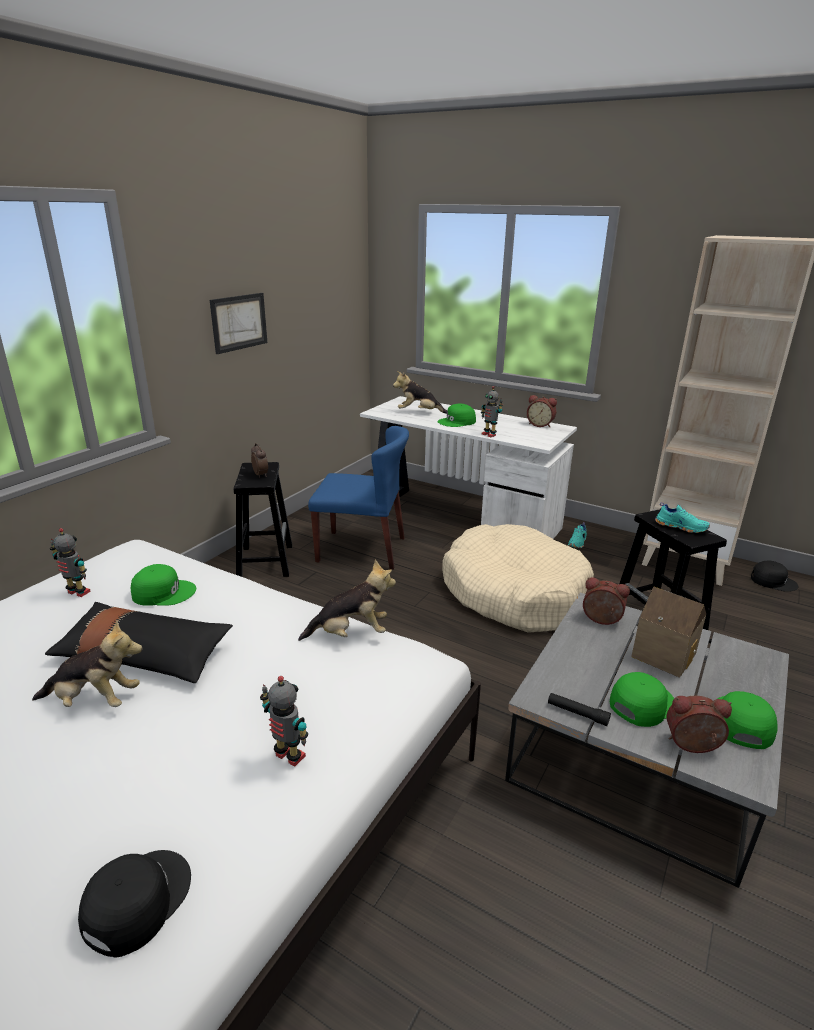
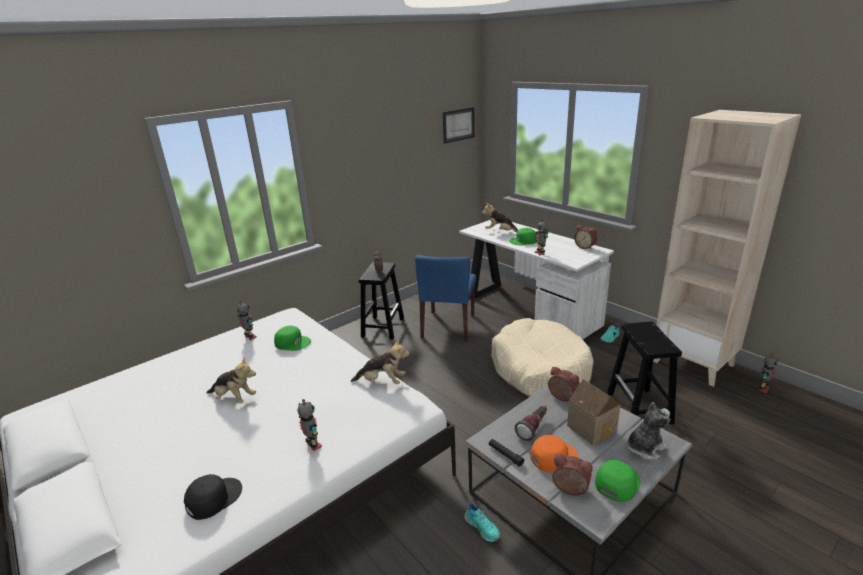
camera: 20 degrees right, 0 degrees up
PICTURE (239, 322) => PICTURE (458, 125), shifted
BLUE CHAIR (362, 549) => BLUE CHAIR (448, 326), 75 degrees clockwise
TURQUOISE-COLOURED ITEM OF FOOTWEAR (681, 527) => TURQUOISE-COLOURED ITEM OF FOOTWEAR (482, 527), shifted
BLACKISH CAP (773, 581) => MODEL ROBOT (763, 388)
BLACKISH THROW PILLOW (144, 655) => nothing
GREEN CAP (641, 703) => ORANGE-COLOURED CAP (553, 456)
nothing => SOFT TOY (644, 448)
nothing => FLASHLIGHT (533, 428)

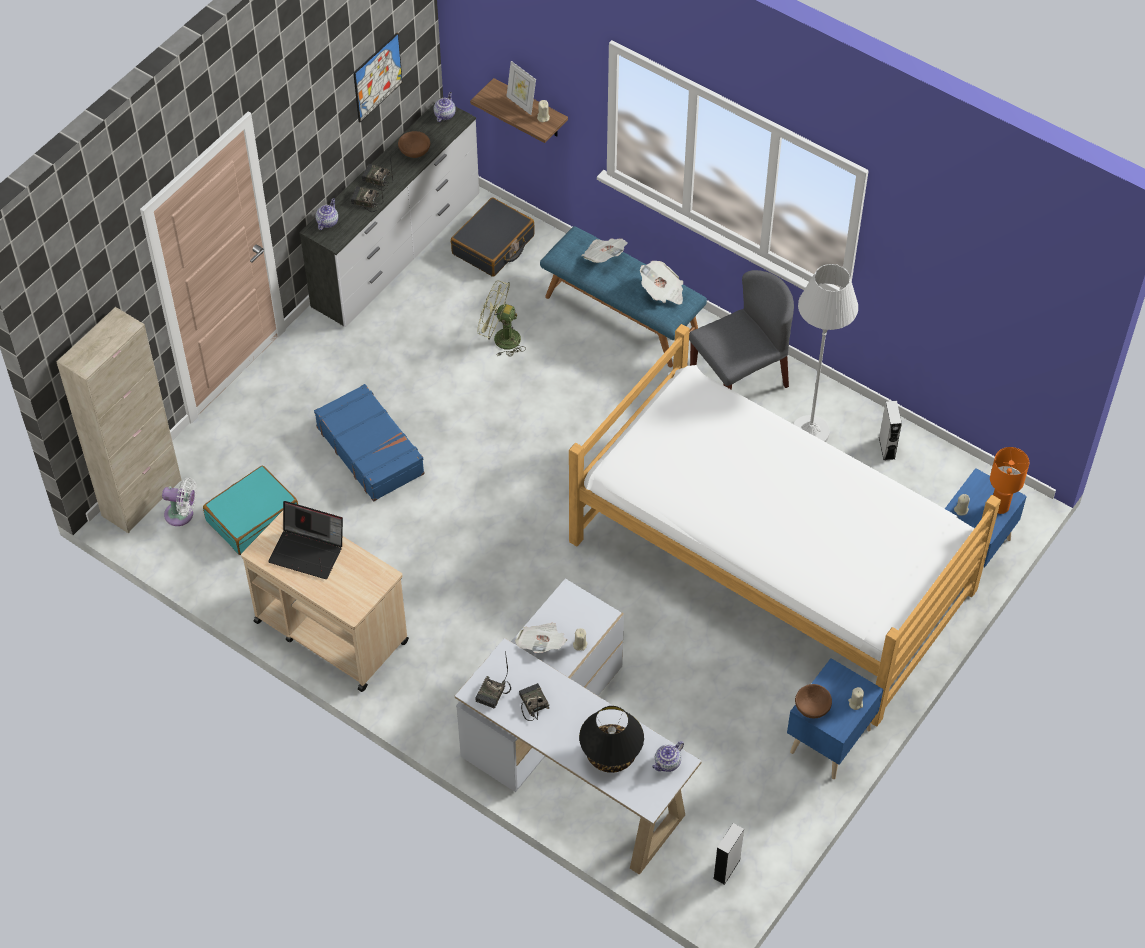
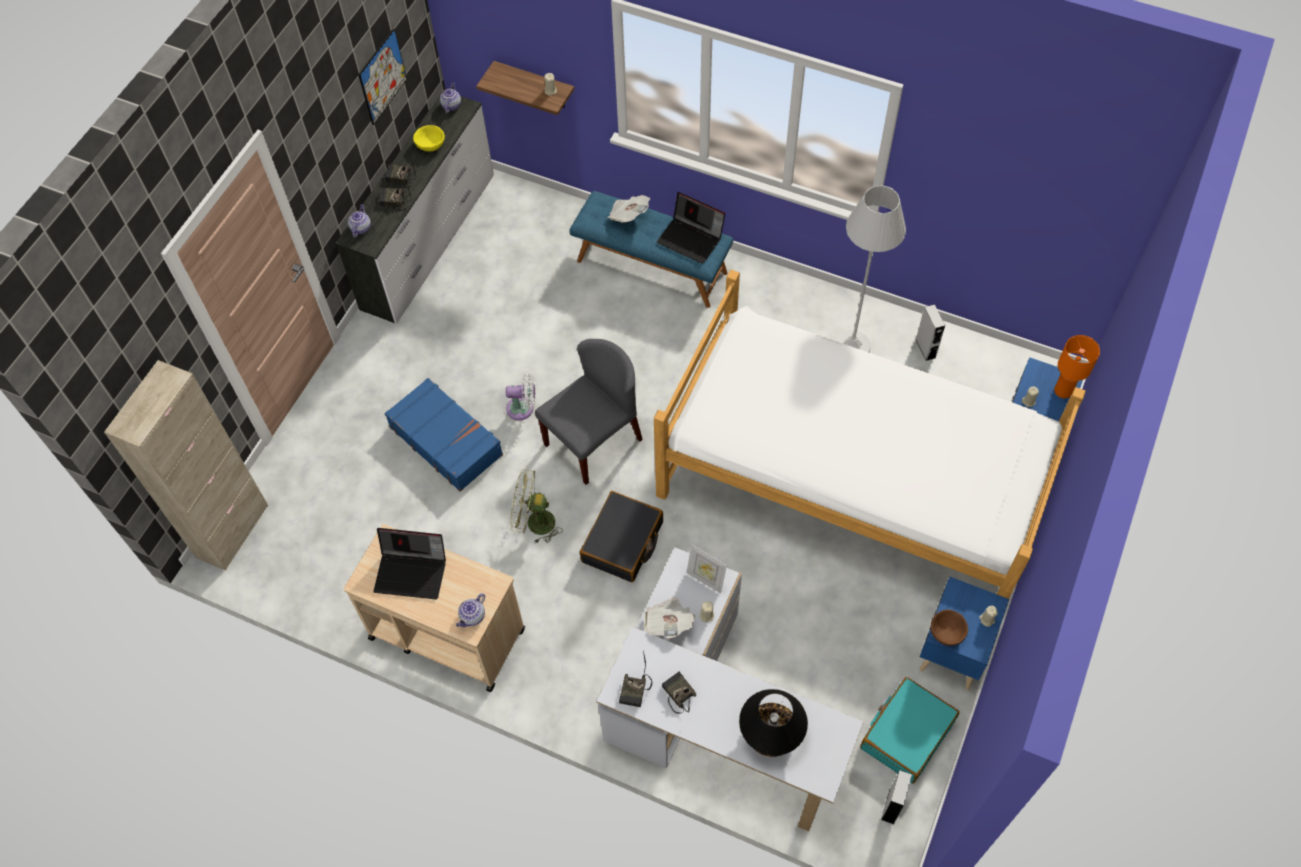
camera: 10 degrees left, 5 degrees up
PHOTO FRAME (521, 103) => PHOTO FRAME (705, 579), shifted
BROWN-COLOURED BOWL (415, 152) => YELLOW-COLOURED BOWL (431, 145)
BLACKISH TRAVEL CASE (493, 245) => BLACKISH TRAVEL CASE (623, 542), shifted
PRINTED PAPER (662, 292) => NOTEBOOK COMPUTER (691, 239)
GREYISH CHAIR (739, 380) => GREYISH CHAIR (593, 441), shifted
GREEN COOLING FAN (500, 339) => GREEN COOLING FAN (534, 523), shifted
TURQUOISE-COLOURED TRAVEL CASE (252, 517) => TURQUOISE-COLOURED TRAVEL CASE (906, 734), shifted
WHITE COOLING FAN (182, 515) => WHITE COOLING FAN (523, 408), shifted
POT FOR TEA (667, 763) => POT FOR TEA (472, 617), shifted

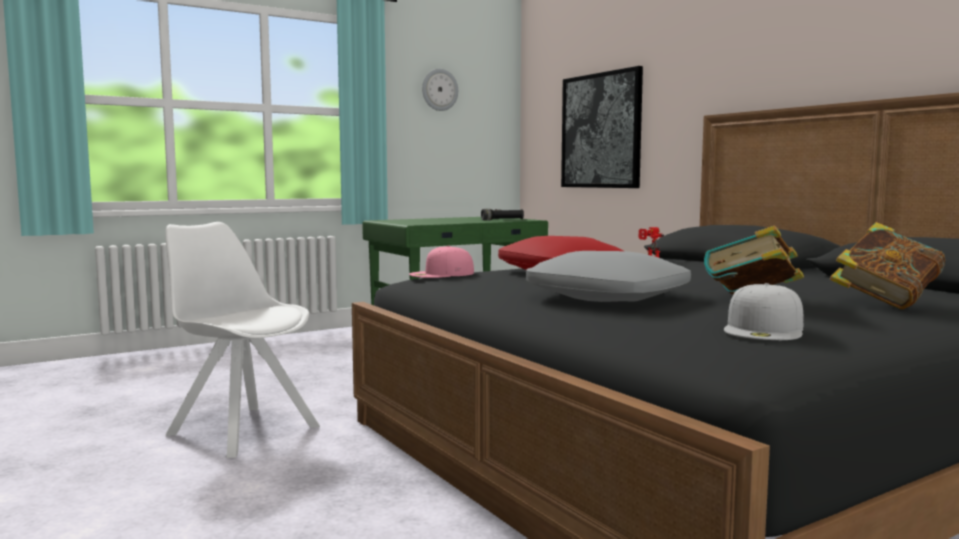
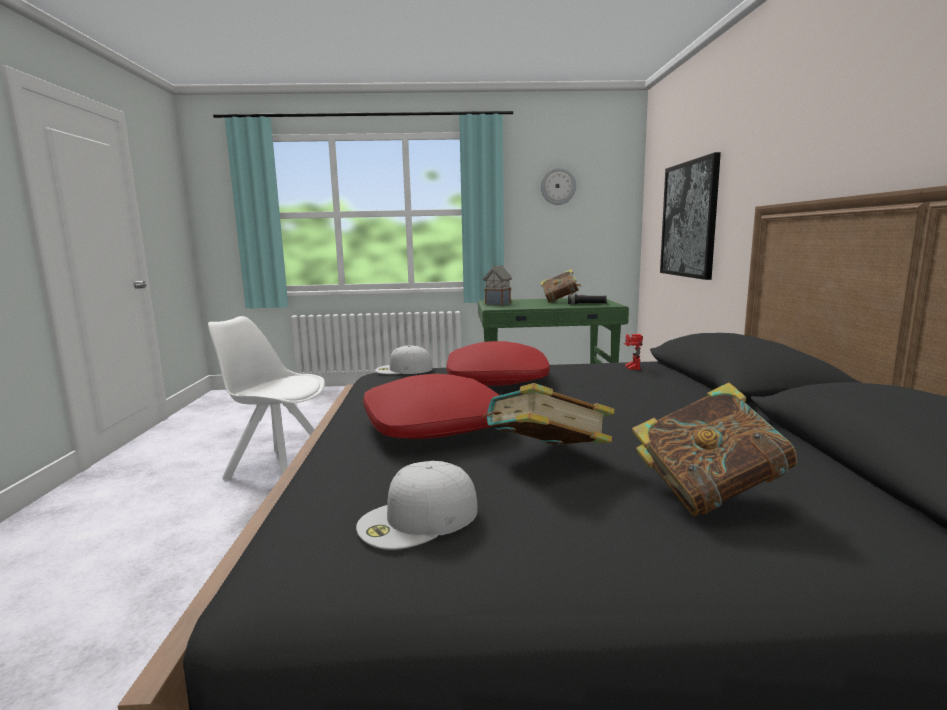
camera: 30 degrees right, 5 degrees up
WHITE CHAIR (241, 430) => WHITE CHAIR (279, 467), 45 degrees counterclockwise
PINK CAP (441, 274) => WHITE CAP (403, 369)
GREYISH THROW PILLOW (608, 296) => RED THROW PILLOW (435, 424)
nothing => MINIATURE HOUSE (497, 303)
nothing => BOUND BOOK (560, 301)

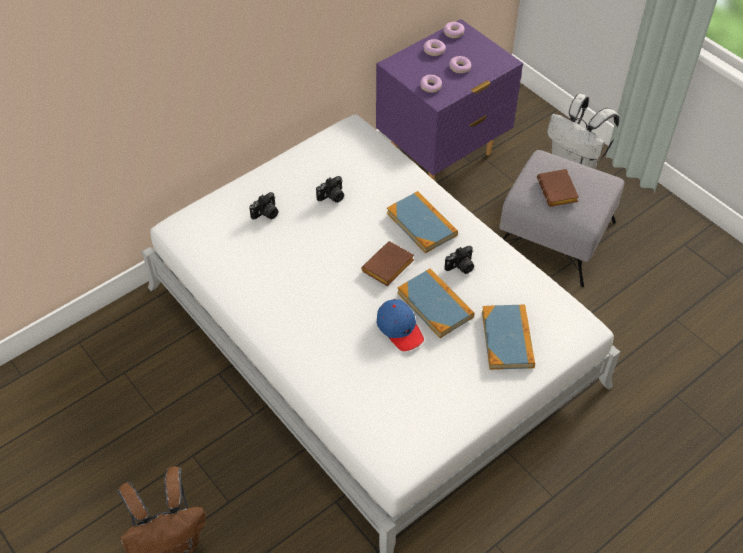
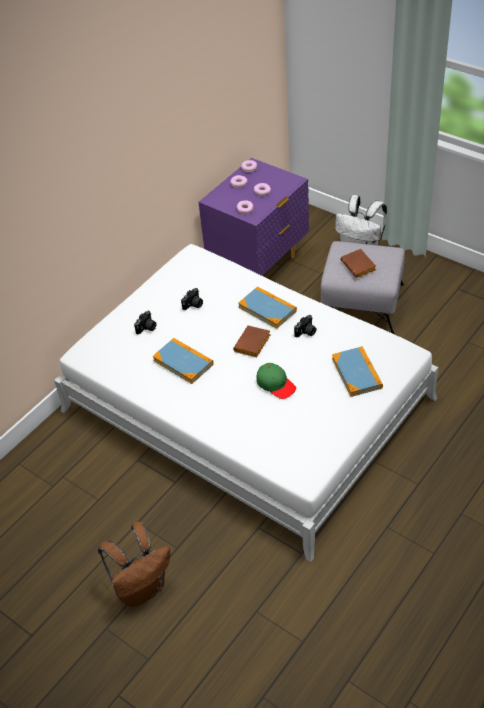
camera: 10 degrees left, 5 degrees down
BOUND BOOK (435, 305) => BOUND BOOK (183, 362), shifted
BLUE CAP (399, 328) => GREEN CAP (275, 384)

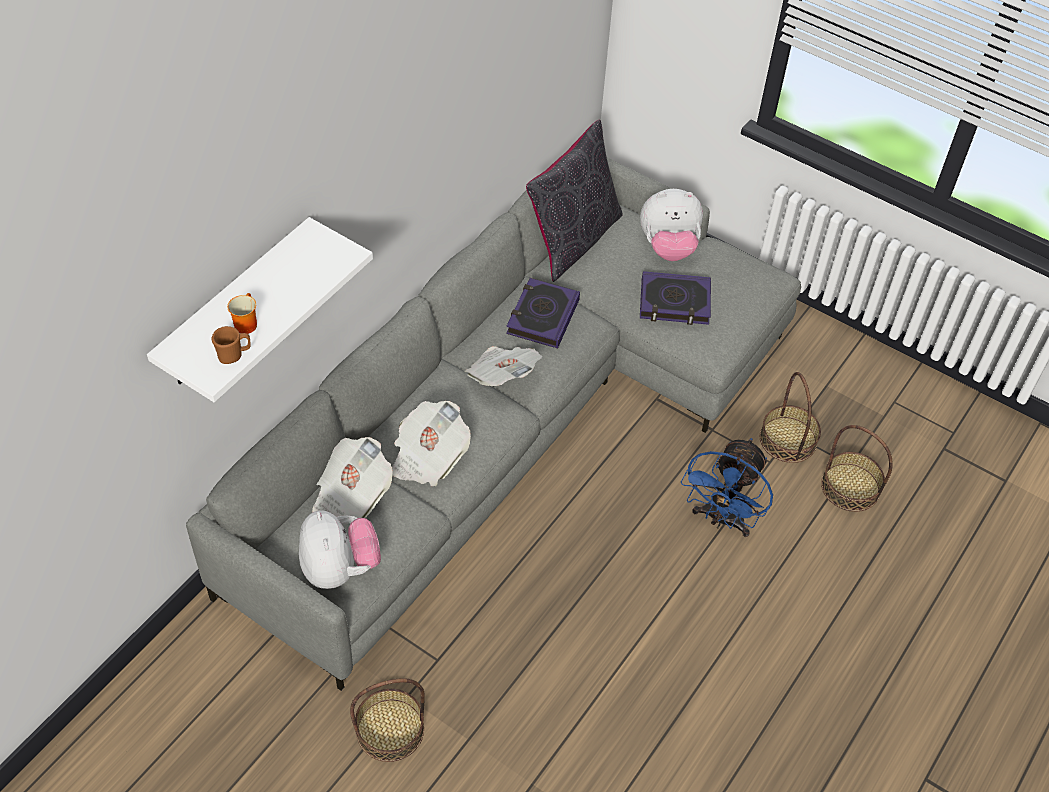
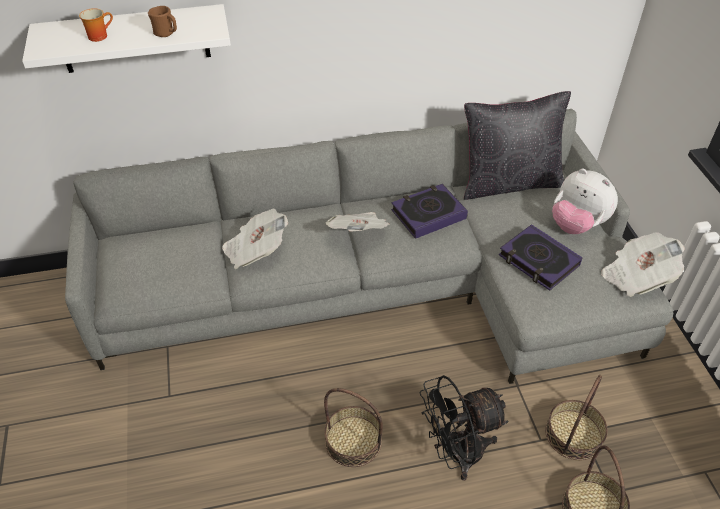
camera: 45 degrees right, 5 degrees down
BROWN-COLOURED MUG (234, 355) => BROWN-COLOURED MUG (166, 34), shifted
PRINTED PAPER (350, 495) => PRINTED PAPER (637, 276), shifted
BLUE COOLING FAN (721, 520) => BLACKISH COOLING FAN (456, 453)
SOFT TOY (340, 568) => nothing
HOUSEHOLD BASKET (390, 729) => HOUSEHOLD BASKET (353, 441), shifted

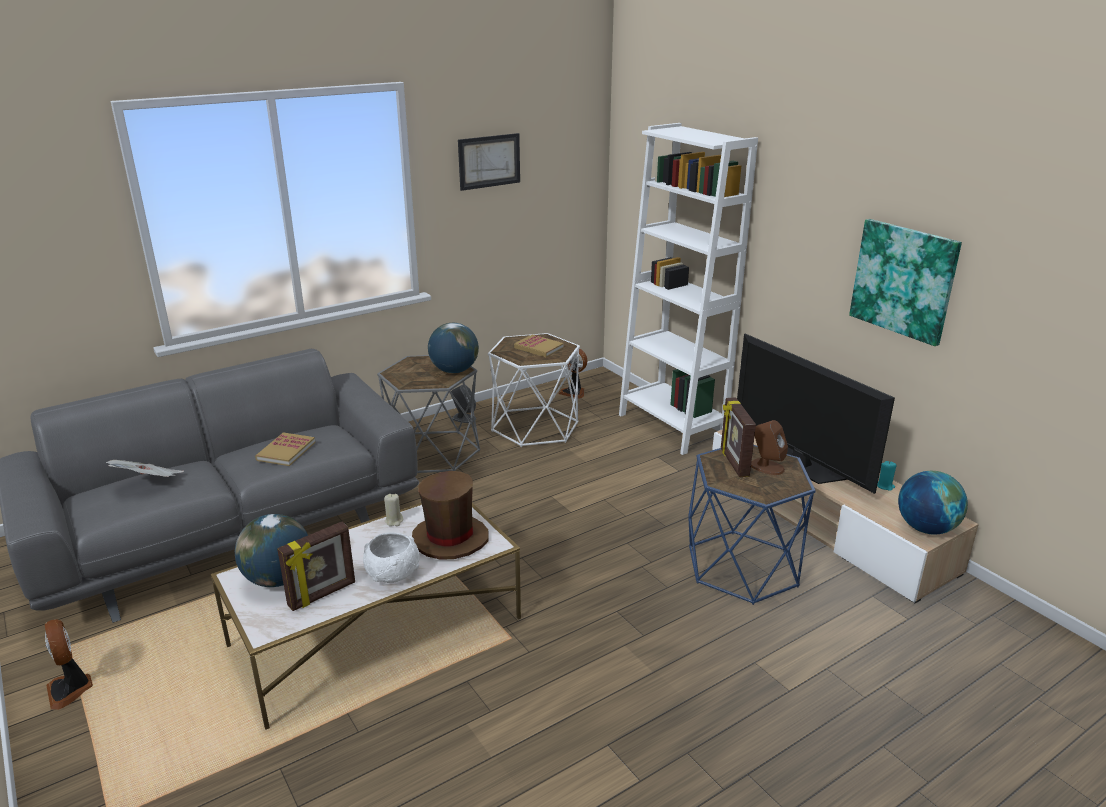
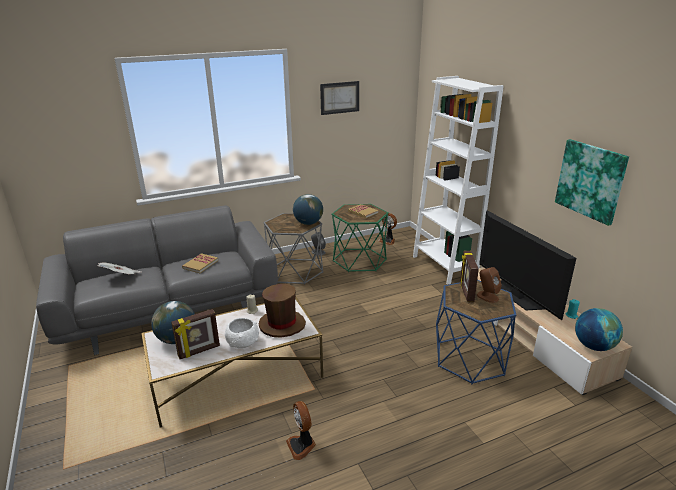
camera: 10 degrees right, 0 degrees up
WHITE ACCENT TABLE (535, 427) => GREEN ACCENT TABLE (359, 260)
COOLING FAN (71, 689) => COOLING FAN (302, 445), shifted

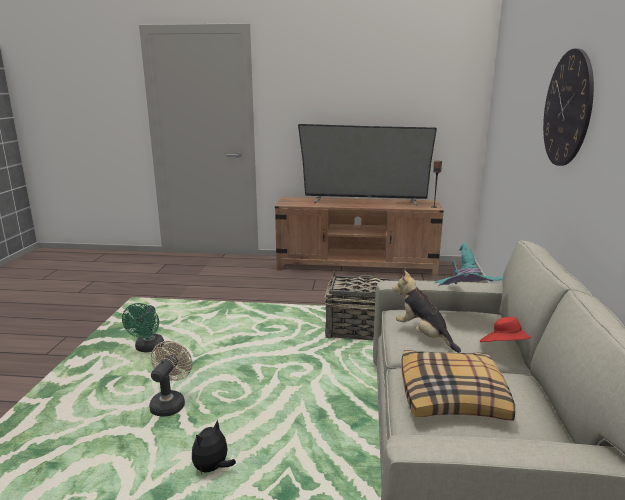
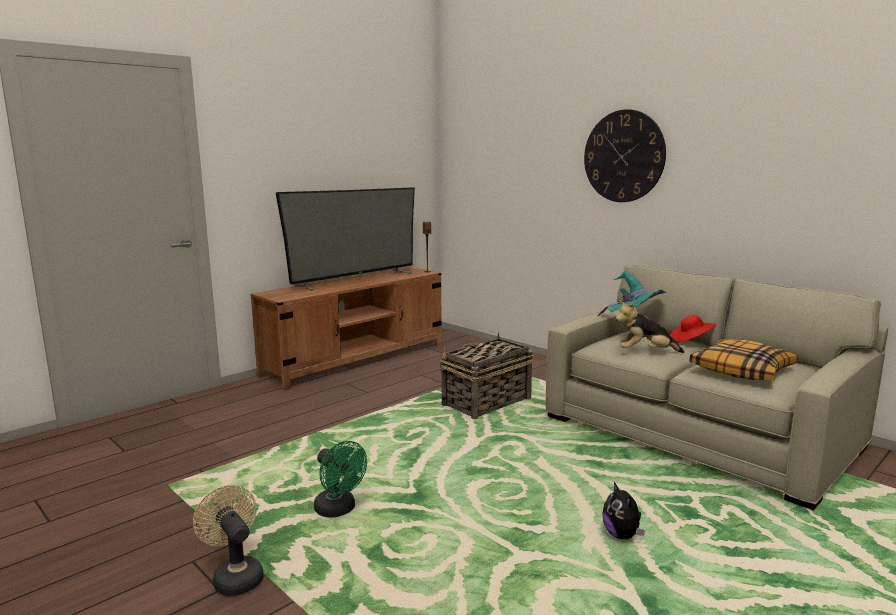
camera: 50 degrees left, 5 degrees down
SAND-COLOURED COOLING FAN (170, 403) => SAND-COLOURED COOLING FAN (235, 576), shifted

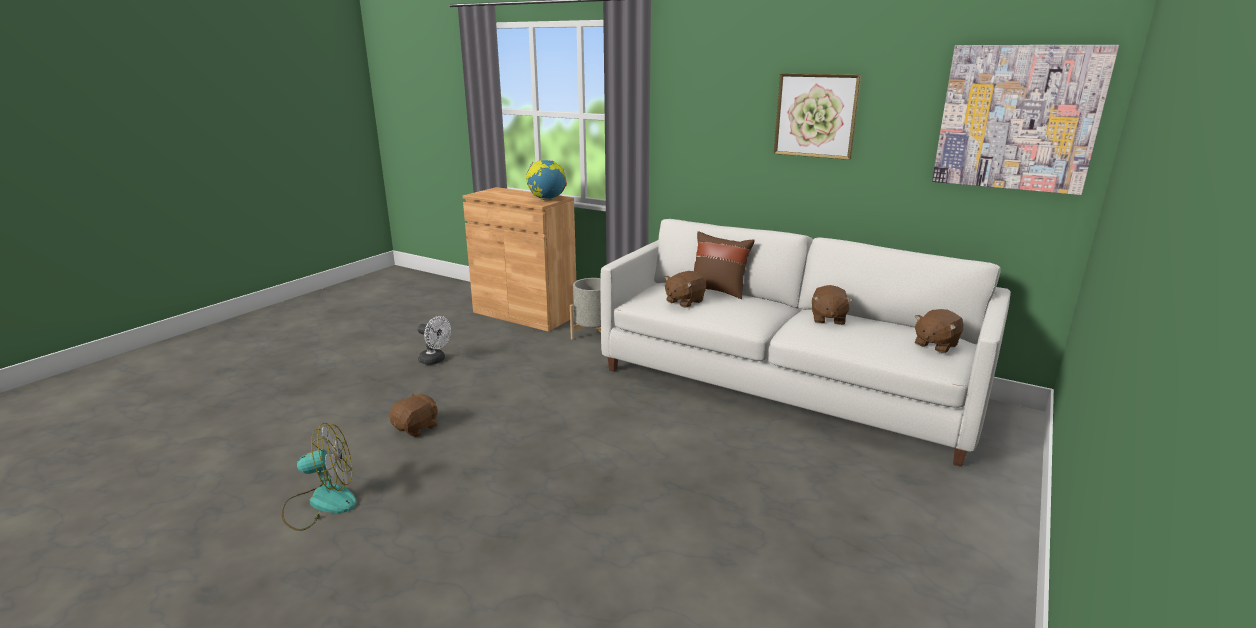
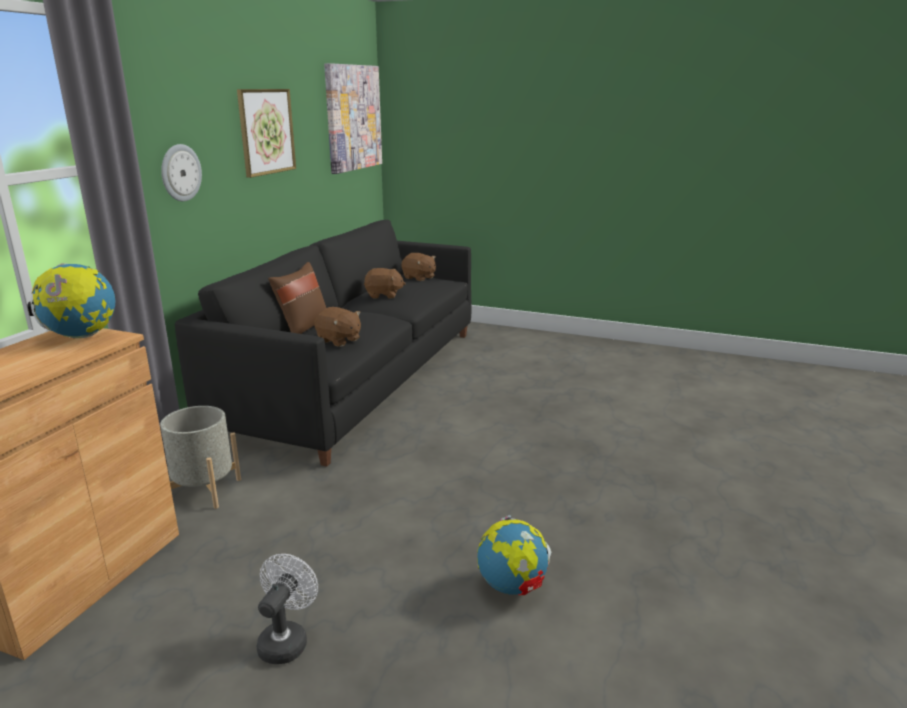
camera: 100 degrees left, 0 degrees up
WHITE SOFA (785, 384) => BLACKISH SOFA (356, 378)
BROWN-COLOURED SOFT TOY (417, 428) => DESK GLOBE (512, 587)
COOLING FAN (321, 503) => nothing
nothing => WALL CLOCK (180, 173)

